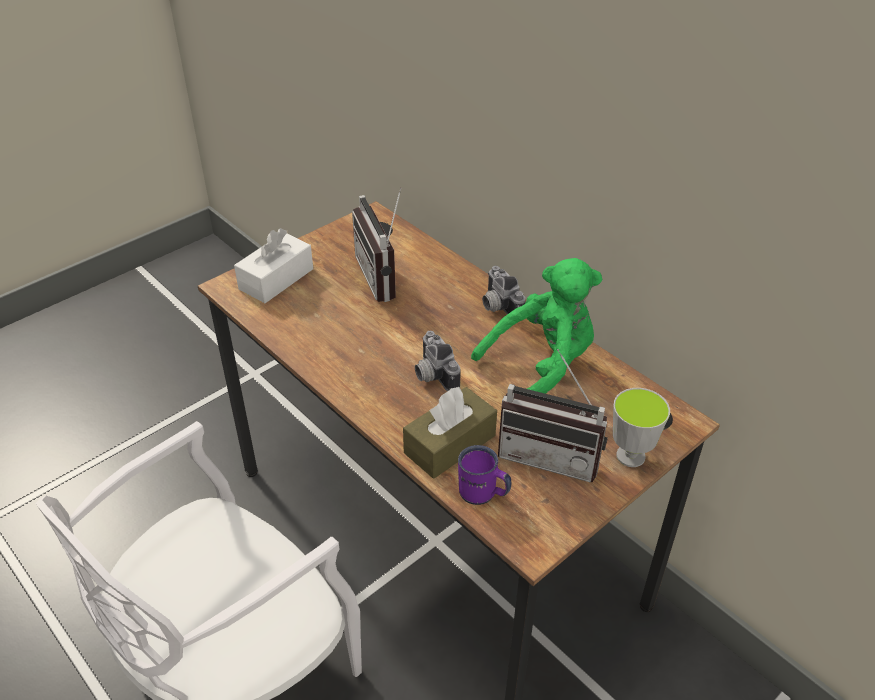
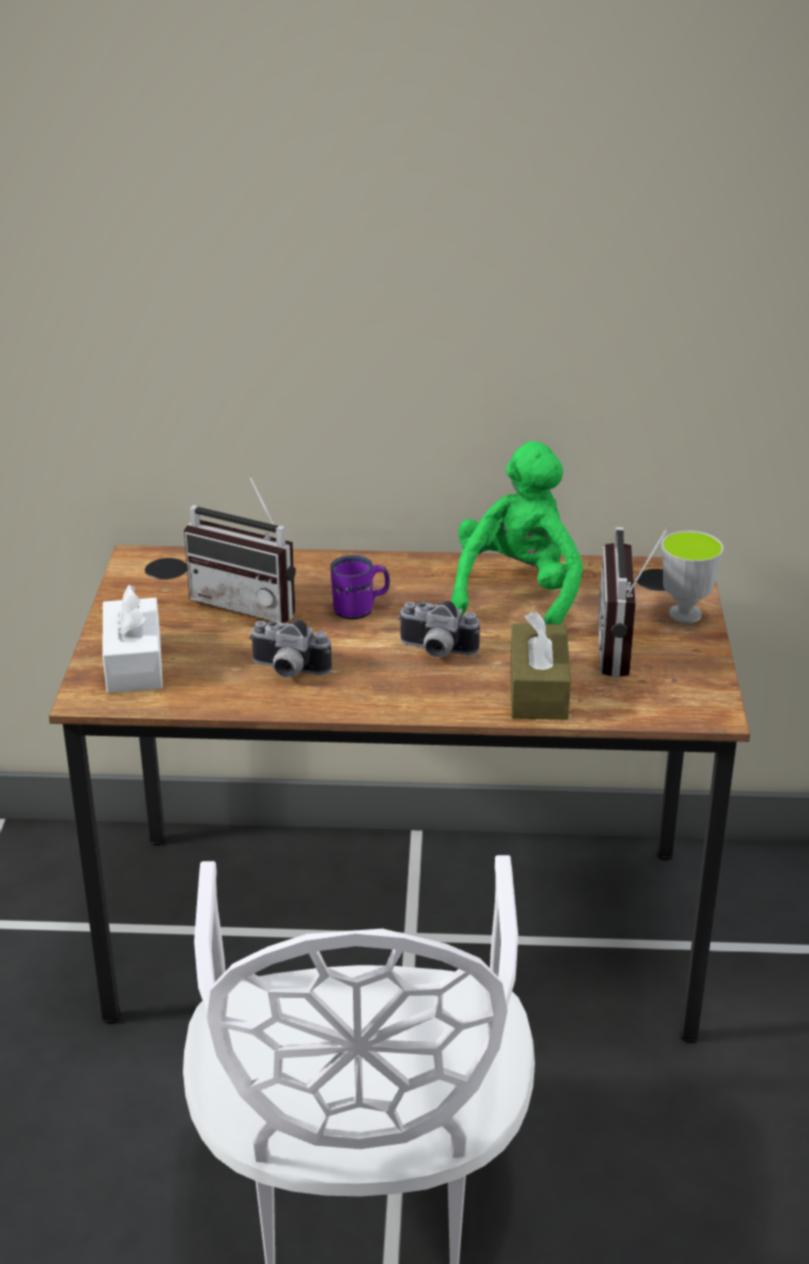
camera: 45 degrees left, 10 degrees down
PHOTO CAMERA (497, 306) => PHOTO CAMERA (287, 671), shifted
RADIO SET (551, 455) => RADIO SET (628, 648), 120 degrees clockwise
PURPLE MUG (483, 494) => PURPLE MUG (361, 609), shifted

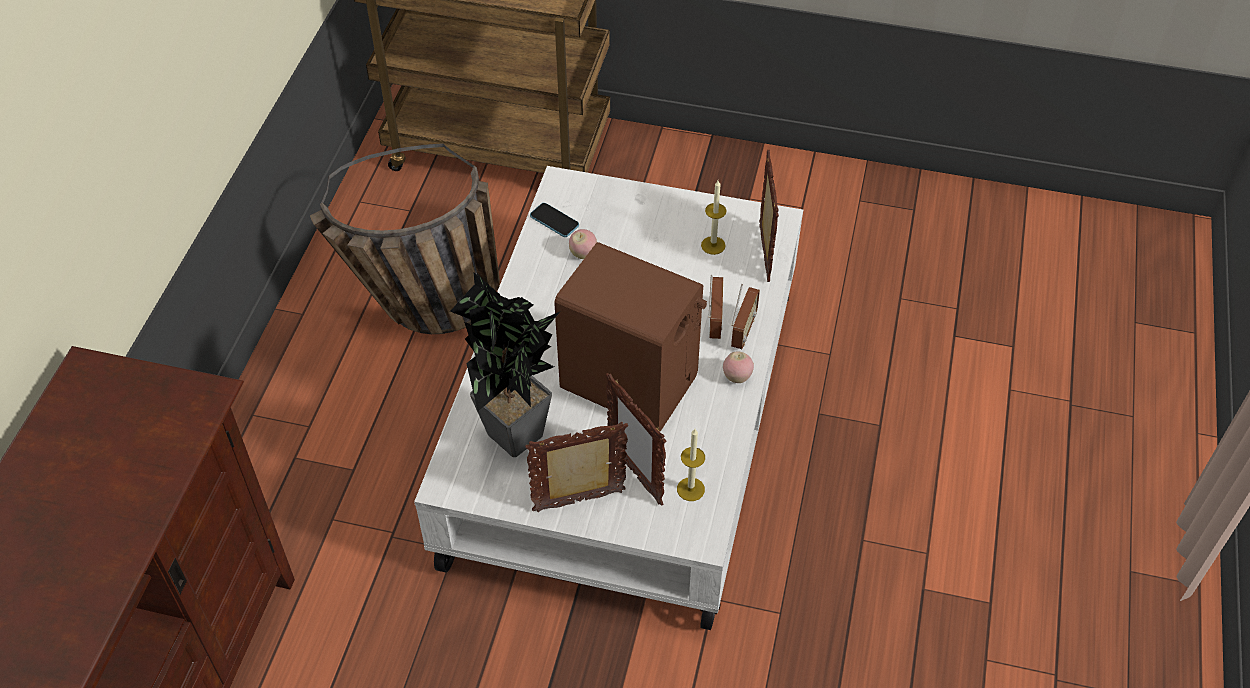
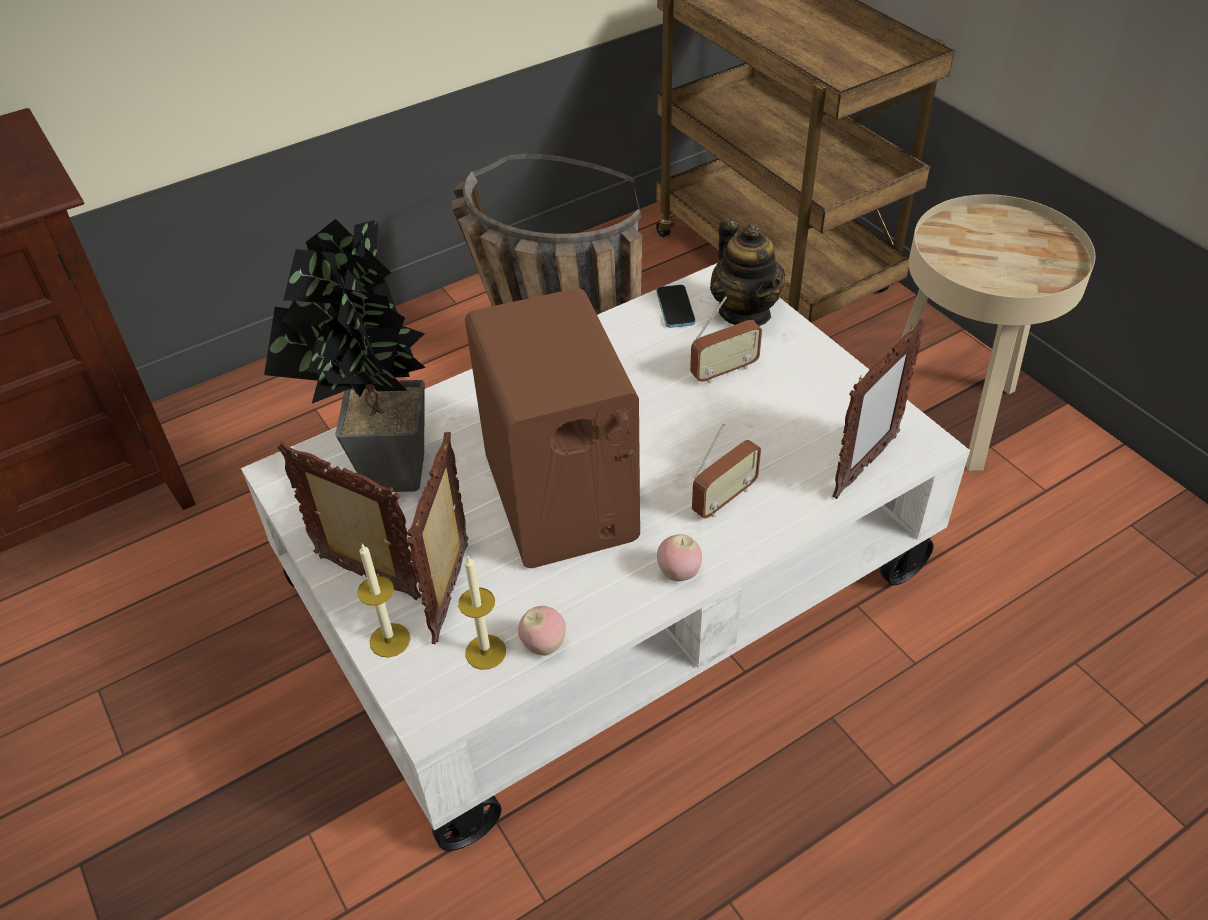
camera: 45 degrees right, 5 degrees down
WAX CANDLE (713, 245) => WAX CANDLE (390, 640), shifted
APPLE (583, 254) => APPLE (543, 645), shifted
RADIO SET (743, 331) => RADIO SET (724, 371), shifted
nothing => SAND-COLOURED ACCENT TABLE (956, 415)
nothing => POT FOR TEA (745, 312)

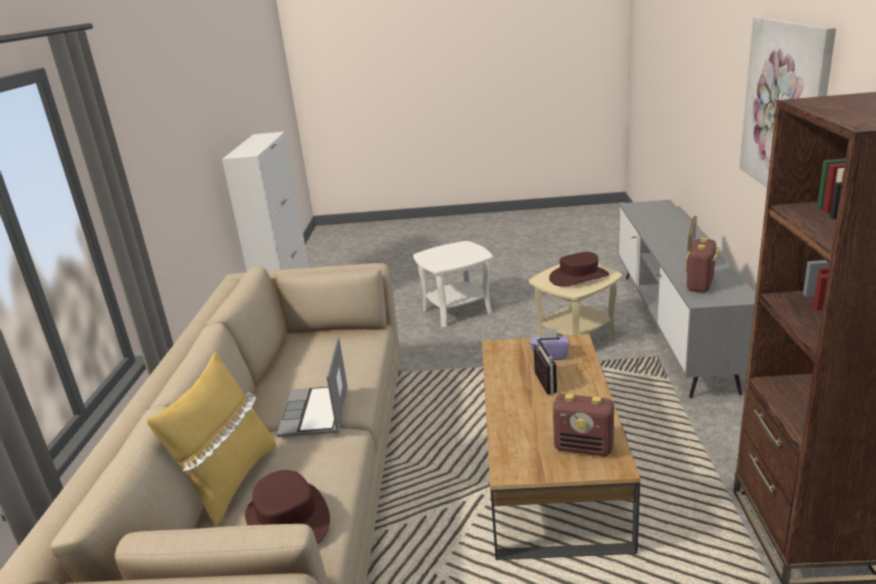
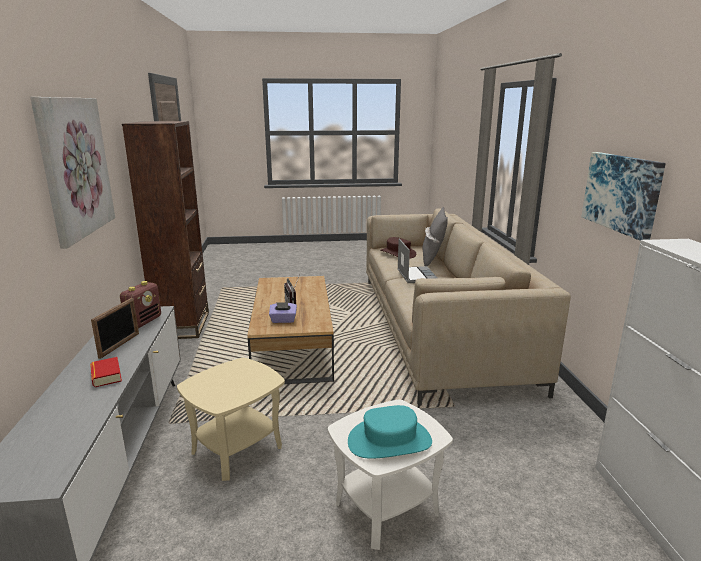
camera: 170 degrees right, 5 degrees down
BROWN-COLOURED HAT (578, 277) => nothing
YELLOW-COLOURED THROW PILLOW (230, 482) => GREYISH THROW PILLOW (433, 260)
RADIO SET (584, 448) => nothing
nothing => PICTURE (622, 193)
nothing => BOUND BOOK (106, 376)
nothing => TURQUOISE-COLOURED HAT (389, 441)

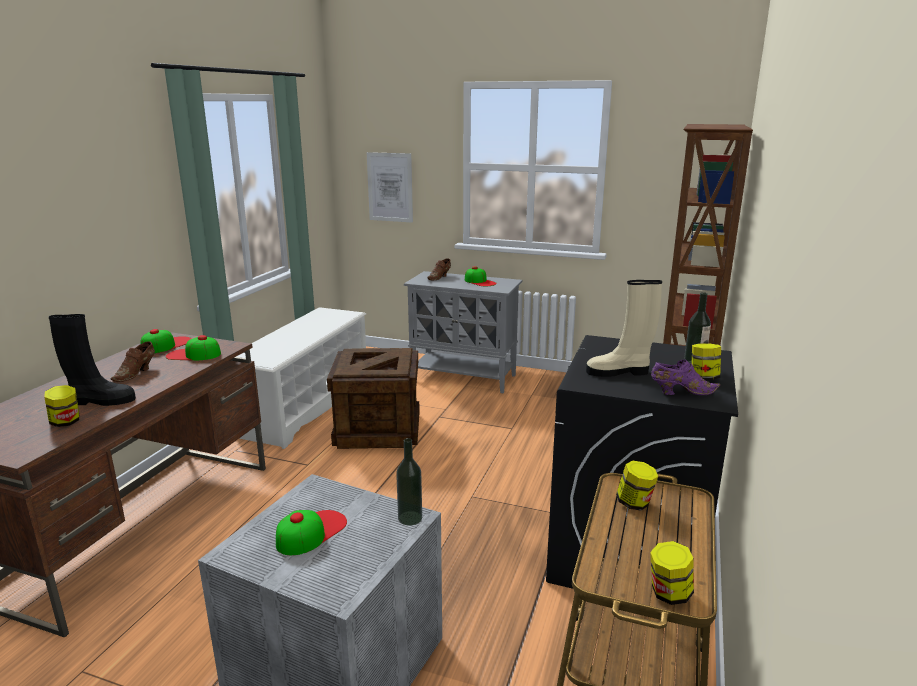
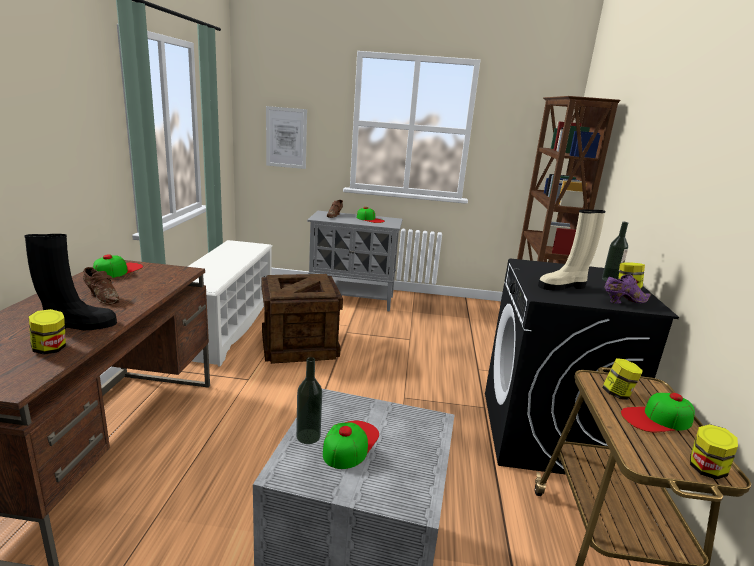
camera: 15 degrees left, 0 degrees up
CAP (193, 354) => CAP (657, 418), shifted
BROWN-COLOURED ITEM OF FOOTWEAR (136, 373) => BROWN-COLOURED ITEM OF FOOTWEAR (102, 297), 60 degrees counterclockwise
DRINK BOTTLE (410, 518) => DRINK BOTTLE (308, 436), shifted

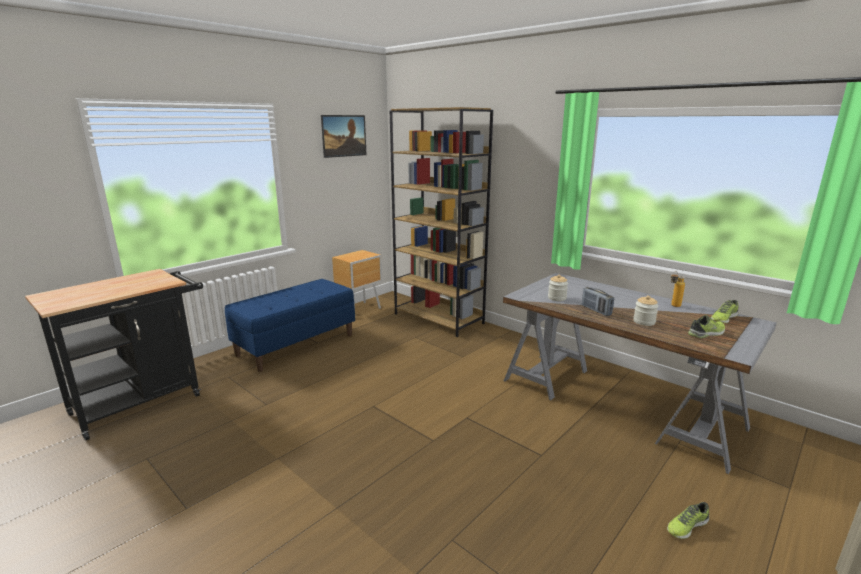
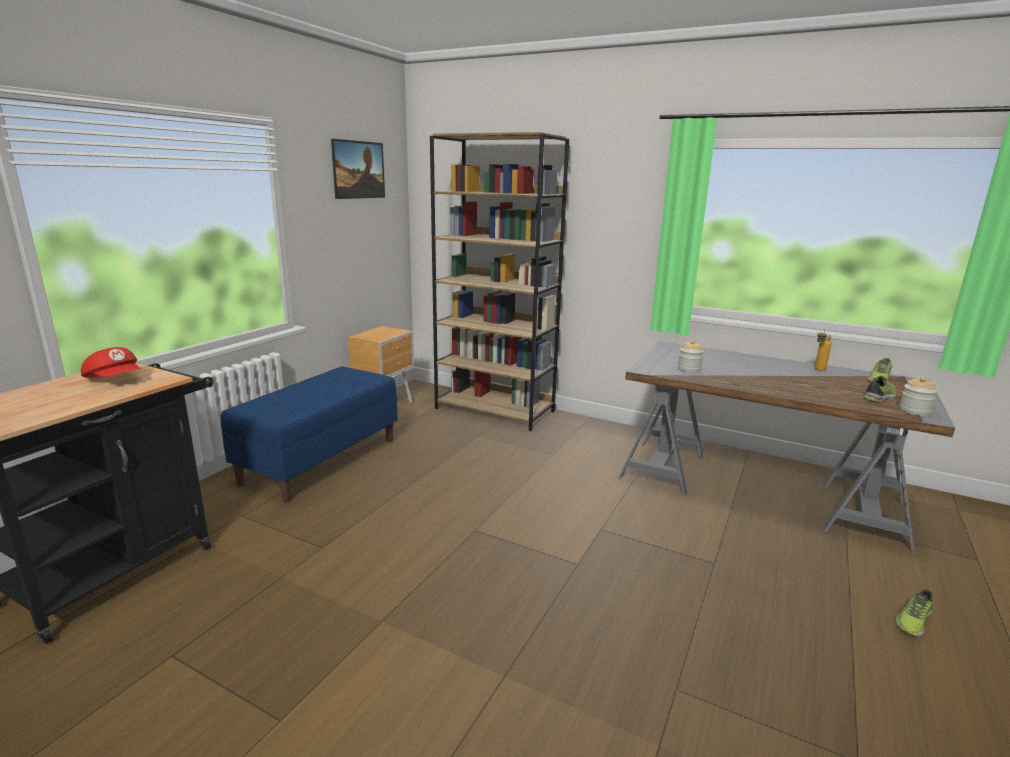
camera: 15 degrees left, 0 degrees up
RADIO SET (596, 310) => nothing
JAR (644, 322) => JAR (914, 411), shifted
nothing => RED CAP (115, 380)

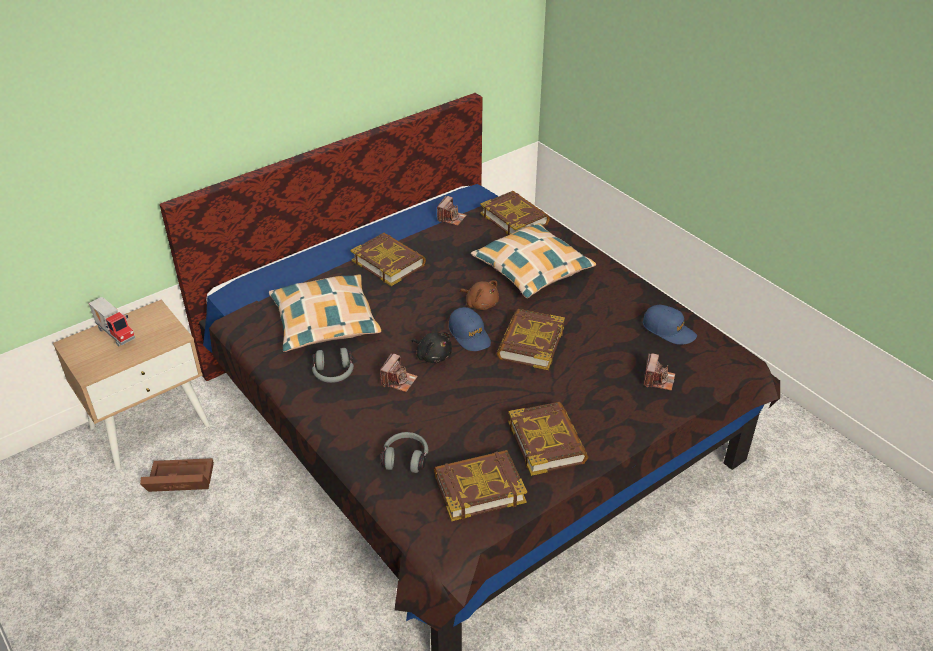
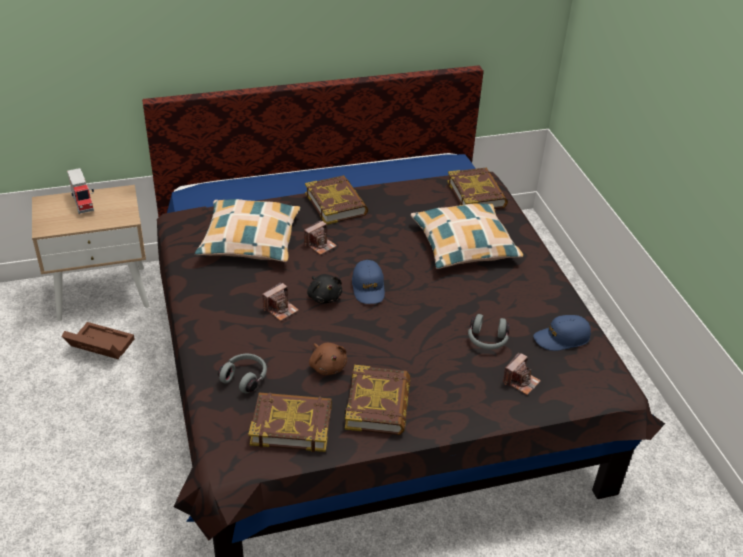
camera: 20 degrees right, 0 degrees up
PHOTO CAMERA (451, 218) => PHOTO CAMERA (320, 245), shifted
BROWN-COLOURED SOFT TOY (481, 304) => BROWN-COLOURED SOFT TOY (327, 366), shifted
BLUE CAP (669, 330) => BLUE CAP (561, 338), 105 degrees clockwise
BOUND BOOK (530, 343) => nothing
GREYISH PAIR OF HEADPHONES (333, 374) => GREYISH PAIR OF HEADPHONES (487, 340), shifted

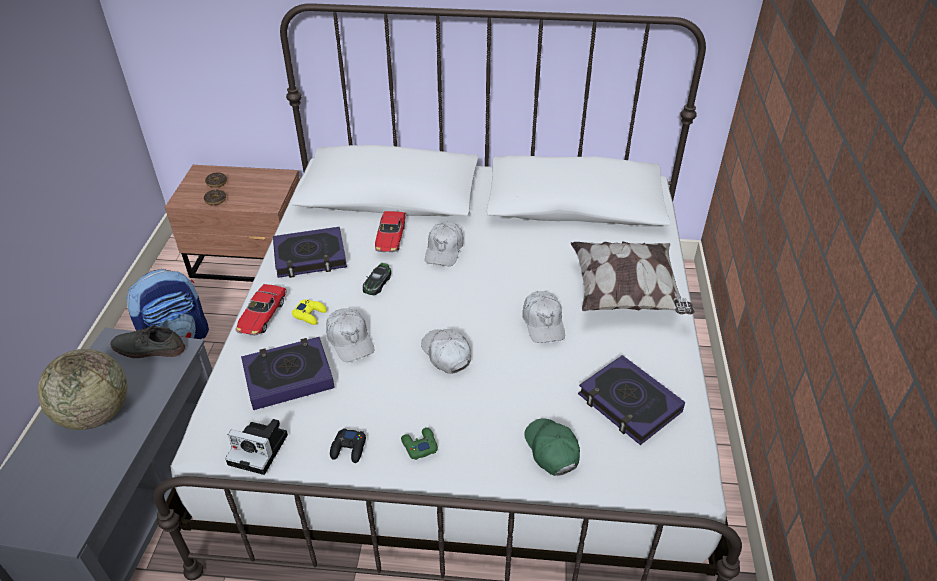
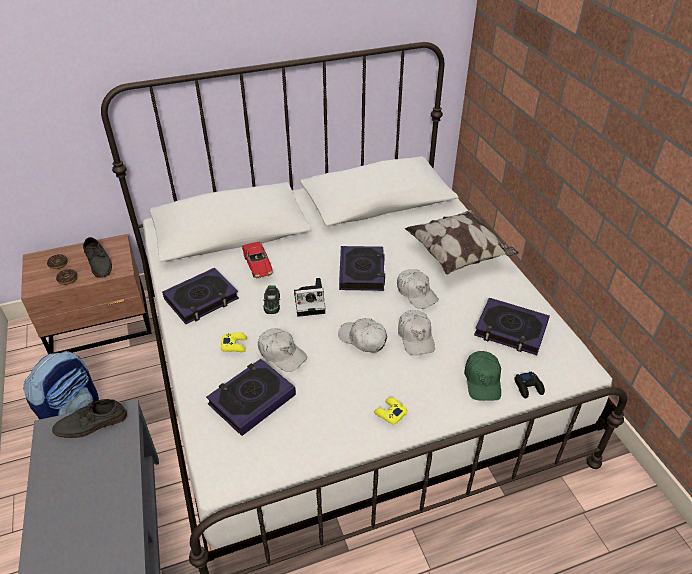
camera: 25 degrees left, 0 degrees up
WHITE CAP (444, 250) => WHITE CAP (416, 337), shifted
TOY CAR (262, 316) => nothing
DESK GLOBE (96, 414) => nothing
GREEN CAP (551, 450) => GREEN CAP (482, 380), 135 degrees counterclockwise
PHOTO CAMERA (260, 449) => PHOTO CAMERA (311, 302), shifted
BLACKISH JOYPAD (349, 449) => BLACKISH JOYPAD (528, 387), shifted
GREEN JOYPAD (419, 445) => YELLOW-COLOURED JOYPAD (390, 413)
nothing => GREYISH ITEM OF FOOTWEAR (99, 262)
nothing => BOUND BOOK (362, 272)

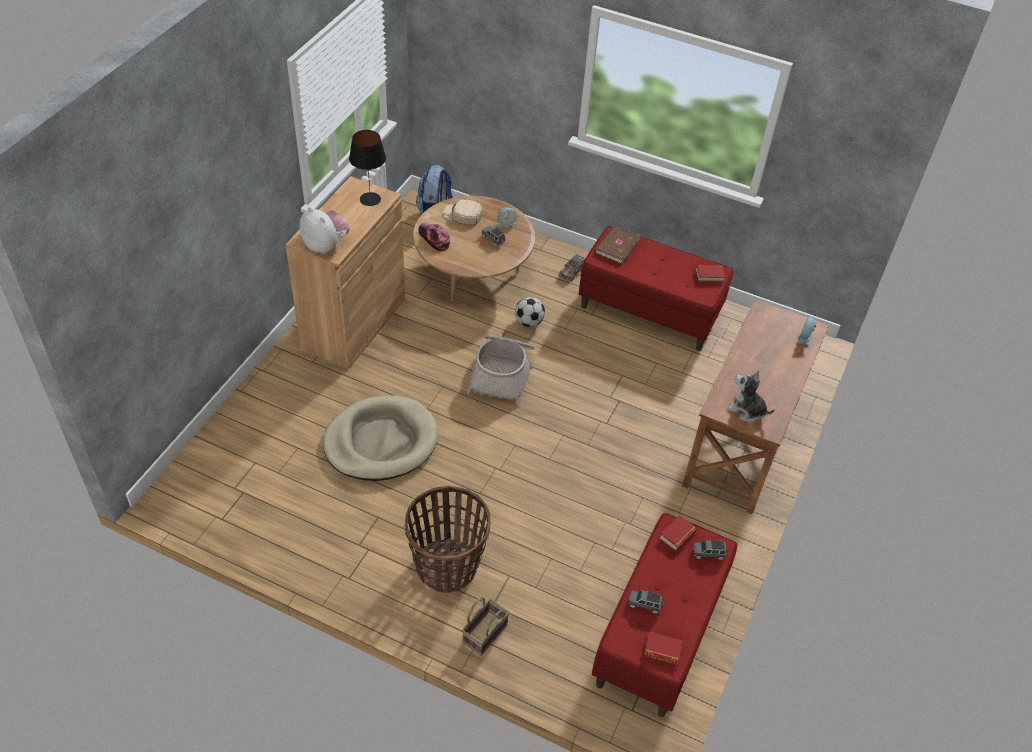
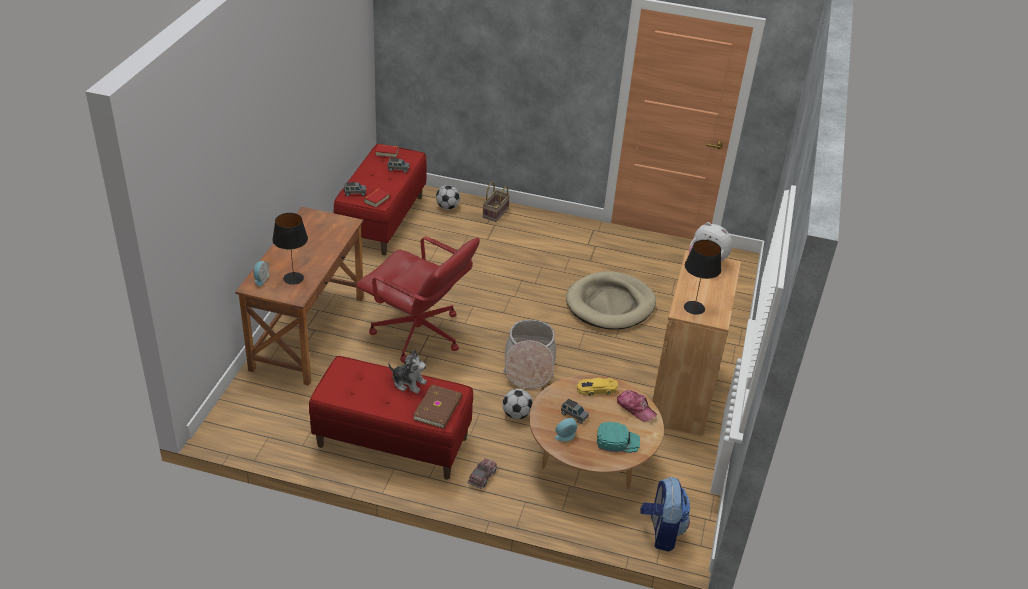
camera: 170 degrees right, 10 degrees down
SAND-COLOURED CAP (462, 215) => TURQUOISE-COLOURED CAP (617, 441)
BOUND BOOK (709, 275) => nothing
SOFT TOY (747, 410) => SOFT TOY (408, 382), shifted
HOUSEHOLD BASKET (447, 566) => nothing
nothing => FOOTBALL BALL (447, 207)
nothing => BLACKISH TABLETOP LAMP (293, 278)
nothing => RED DESK CHAIR (418, 334)
nothing => YELLOW-COLOURED TOY CAR (596, 389)

